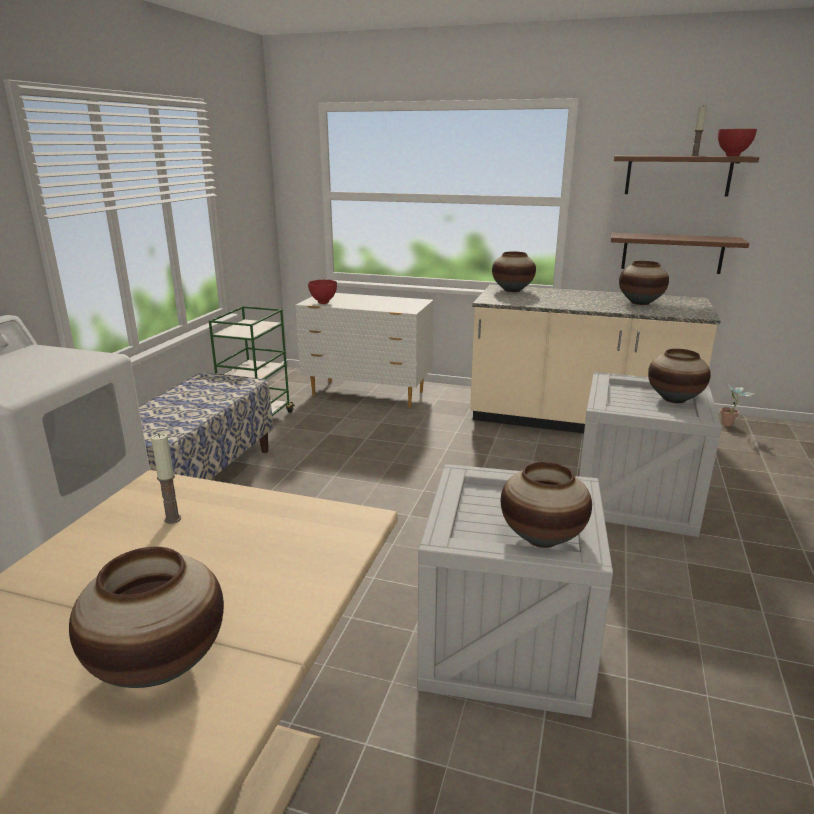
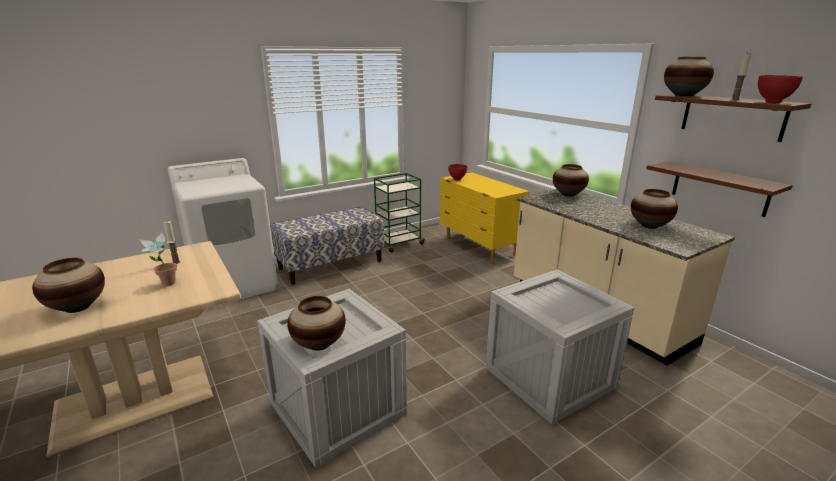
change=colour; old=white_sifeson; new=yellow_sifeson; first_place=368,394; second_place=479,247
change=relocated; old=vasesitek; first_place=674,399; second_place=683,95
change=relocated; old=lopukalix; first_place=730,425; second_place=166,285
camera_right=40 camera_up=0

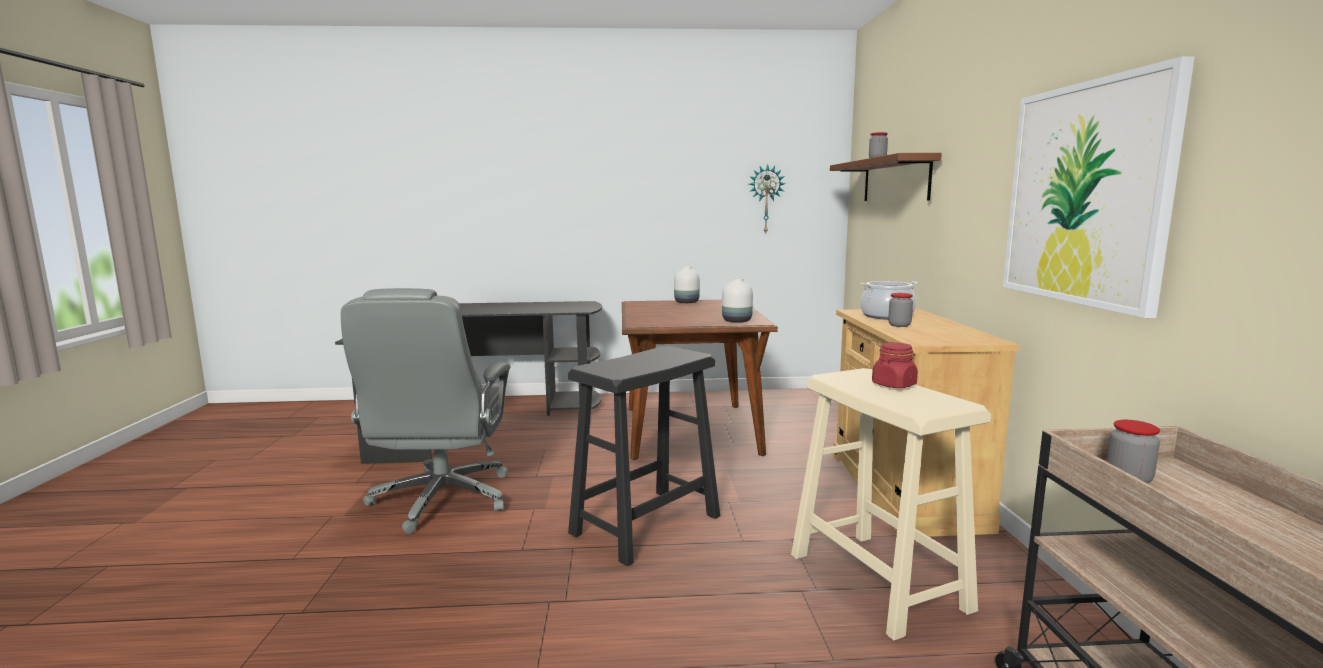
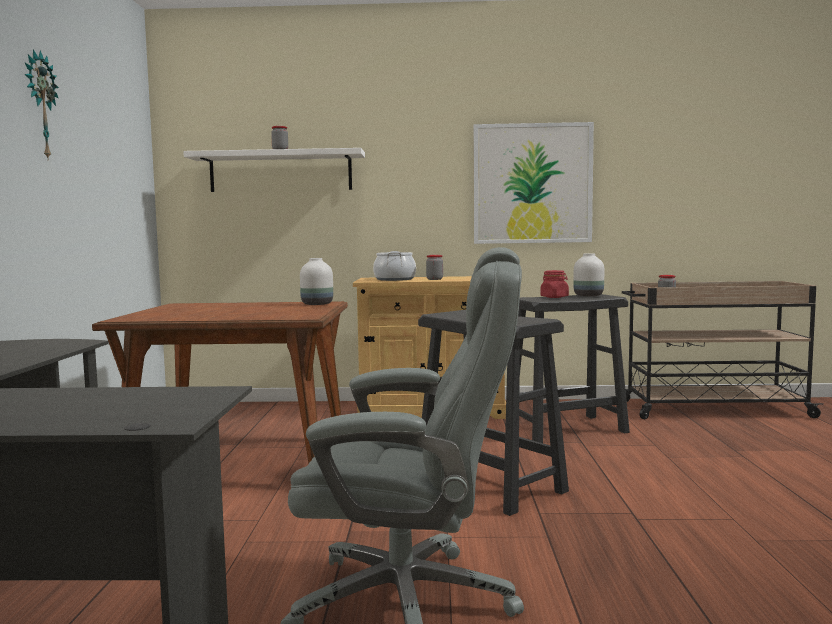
change=colour; old=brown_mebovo; new=white_mebovo; first_place=895,180; second_place=280,172
change=relocated; old=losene; first_place=766,199; second_place=39,105
change=relocated; old=white_vasesitek; first_place=687,302; second_place=588,296
change=colour; old=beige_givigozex; new=black_givigozex; first_place=876,580; second_place=565,429
camera_right=-85 camera_up=-5

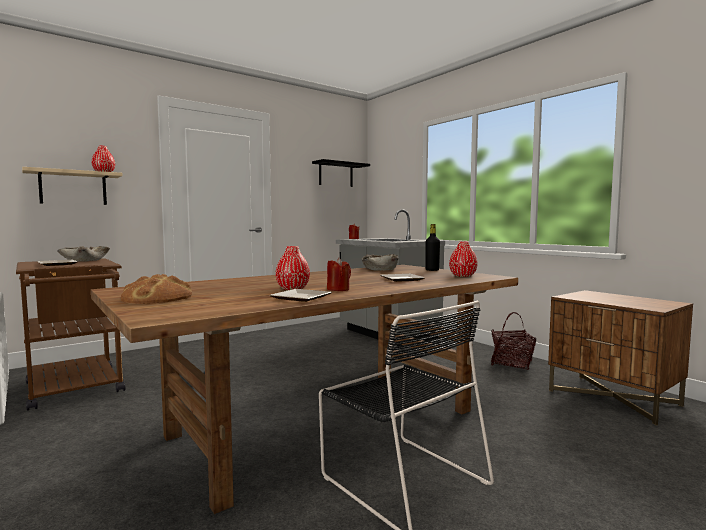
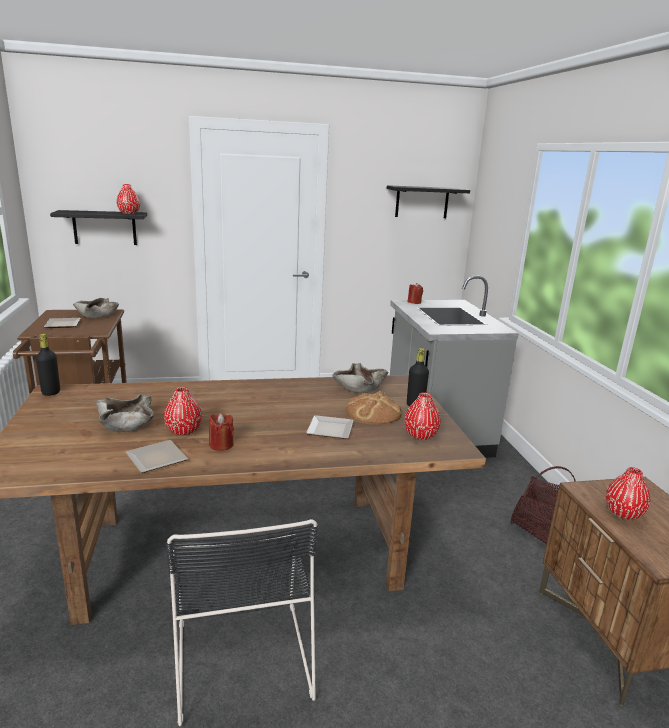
change=colour; old=beige_mebovo; new=black_mebovo; first_place=73,188; second_place=104,227
change=relocated; old=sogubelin; first_place=157,298; second_place=373,412
change=appeared; new=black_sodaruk; second_place=51,392
change=appeared; new=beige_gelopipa; second_place=127,423
change=appeared; new=red_vasesitek; second_place=623,513
camera_right=25 camera_up=15

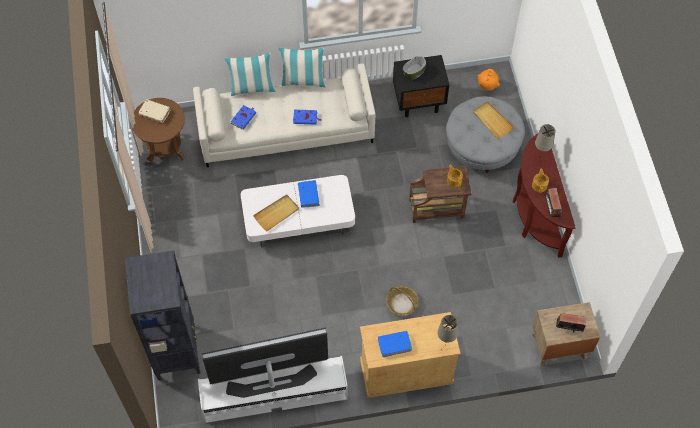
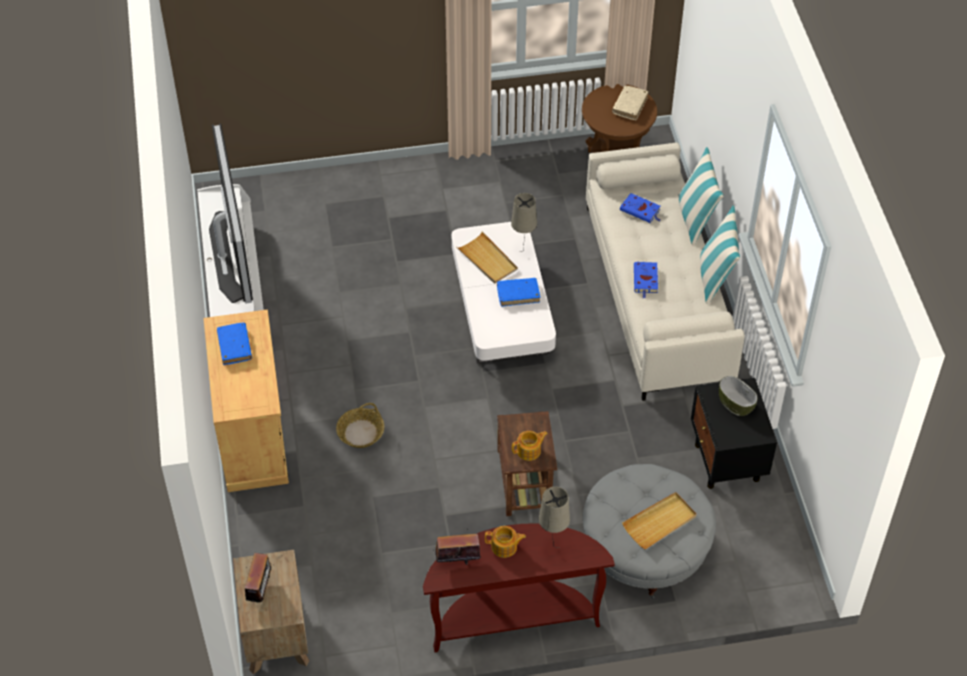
change=missing; old=orange_vasesitek; first_place=487,86
change=missing; old=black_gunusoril; first_place=176,351
change=relocated; old=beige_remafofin; first_place=445,346; second_place=523,255
camera_right=90 camera_up=-10

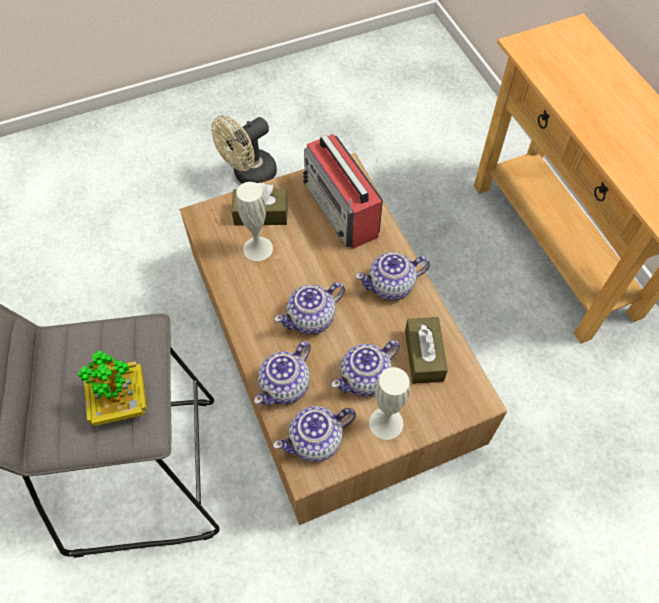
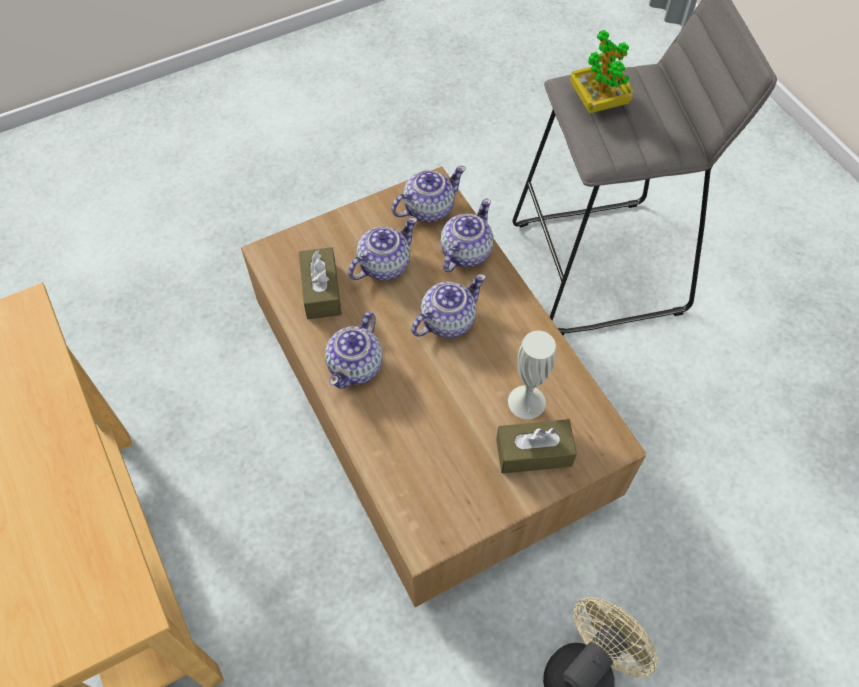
change=missing; old=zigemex; first_place=342,210
change=spun; old=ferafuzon; first_place=391,286; second_place=356,365; degrees=135
change=missing; old=white_vasesitek; first_place=386,423
camera_right=175 camera_up=0

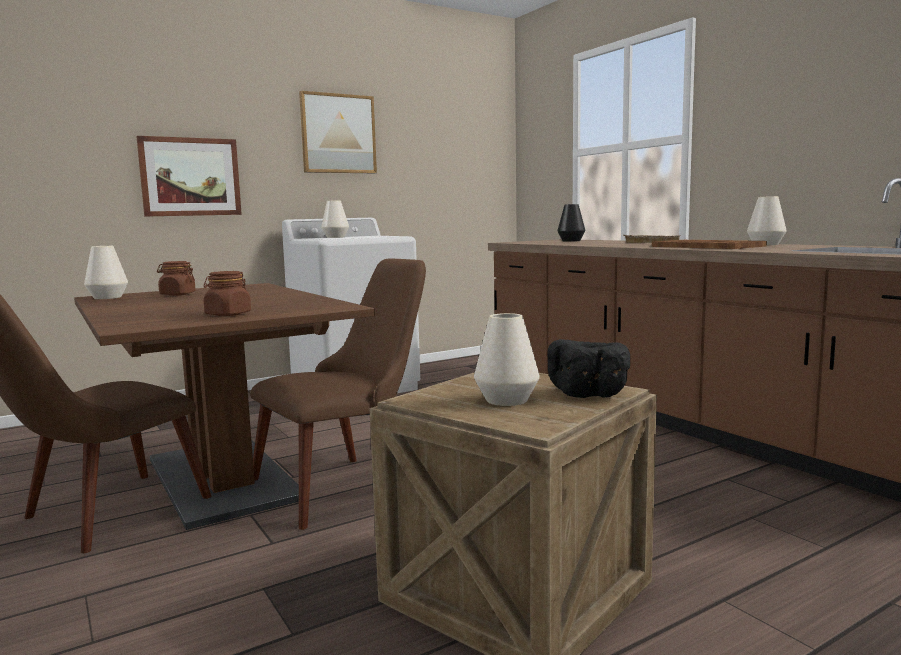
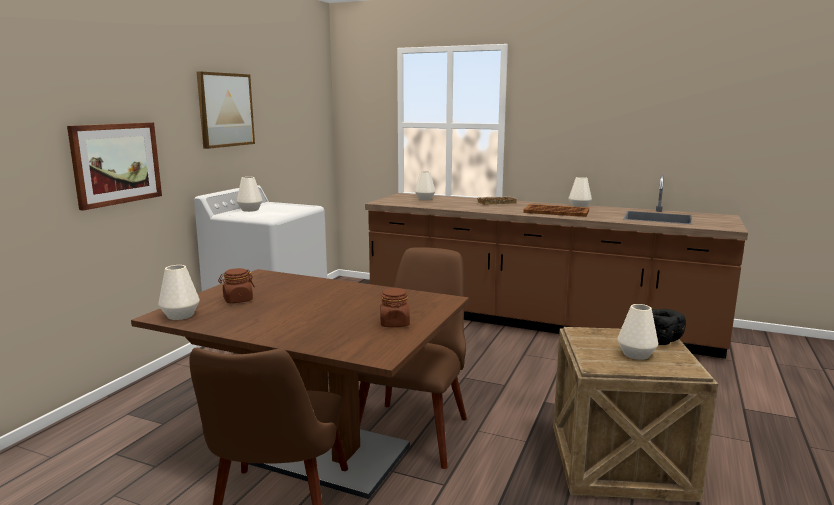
change=colour; old=black_vasesitek; new=white_vasesitek; first_place=571,241; second_place=425,199
camera_right=-35 camera_up=5

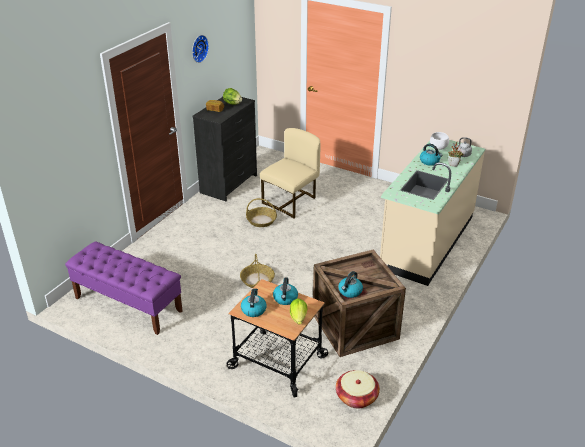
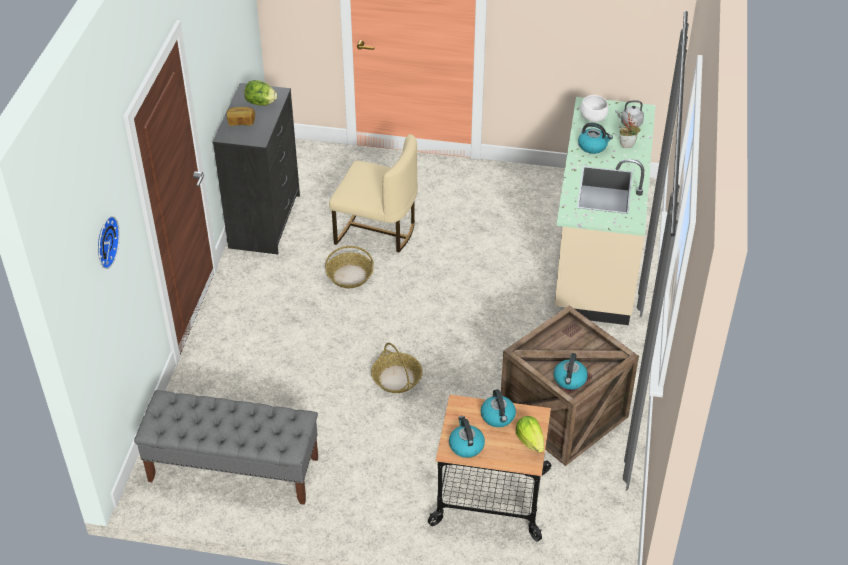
change=relocated; old=losene; first_place=198,48; second_place=104,242
change=spun; old=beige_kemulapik; first_place=291,202; second_place=376,231; degrees=90
change=colour; old=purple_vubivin; new=grey_vubivin; first_place=128,304; second_place=233,469
change=missing; old=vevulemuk; first_place=356,397
camera_right=-20 camera_up=10

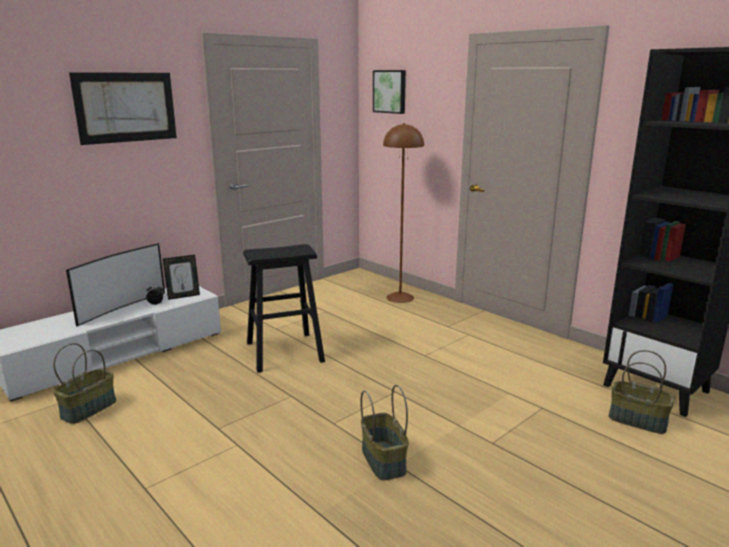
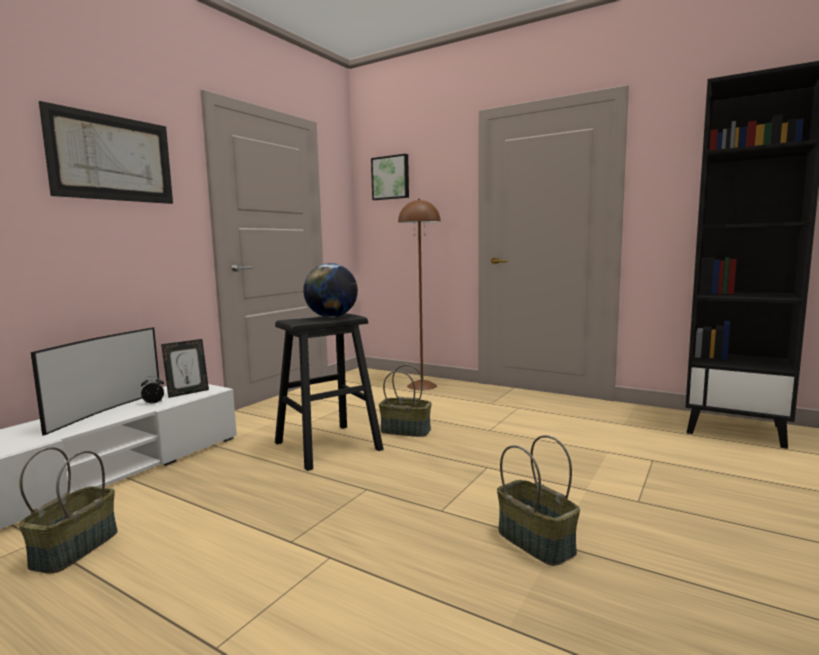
change=relocated; old=vevulemuk; first_place=638,420; second_place=406,430
change=appeared; new=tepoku; second_place=331,317
camera_right=-15 camera_up=-10

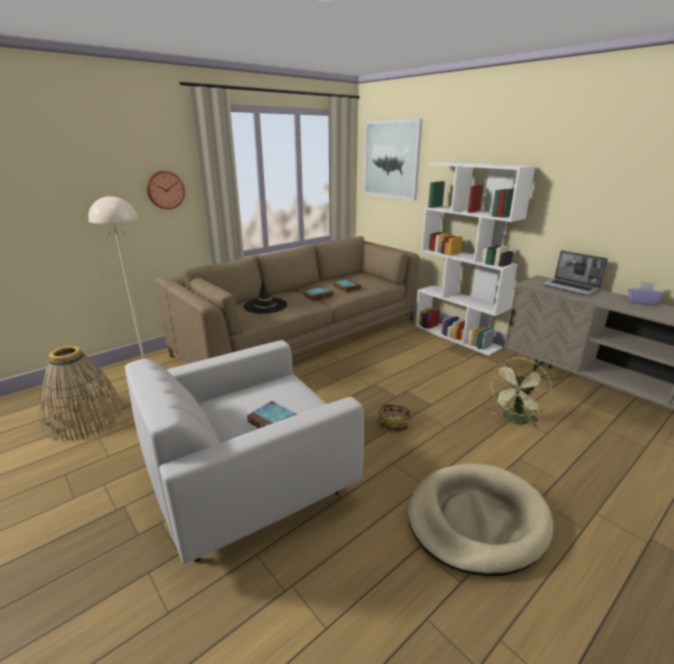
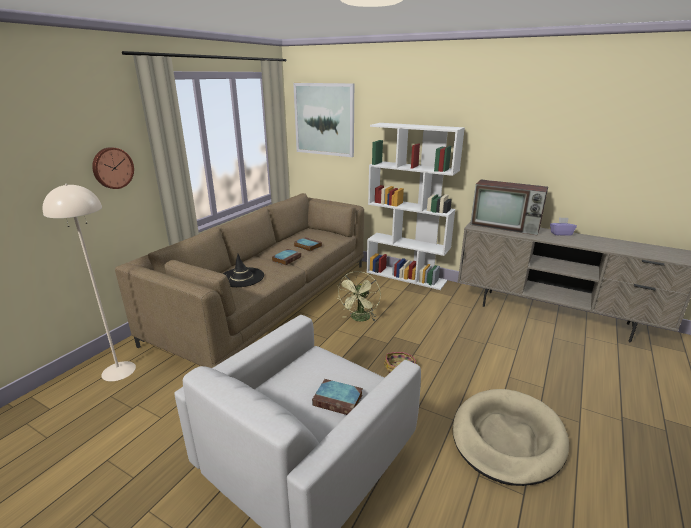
change=exchanged; old=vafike; new=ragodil; first_place=571,288; second_place=506,226
change=missing; old=vevulemuk; first_place=84,418
change=relocated; old=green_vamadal; first_place=515,420; second_place=359,319
camera_right=-20 camera_up=0

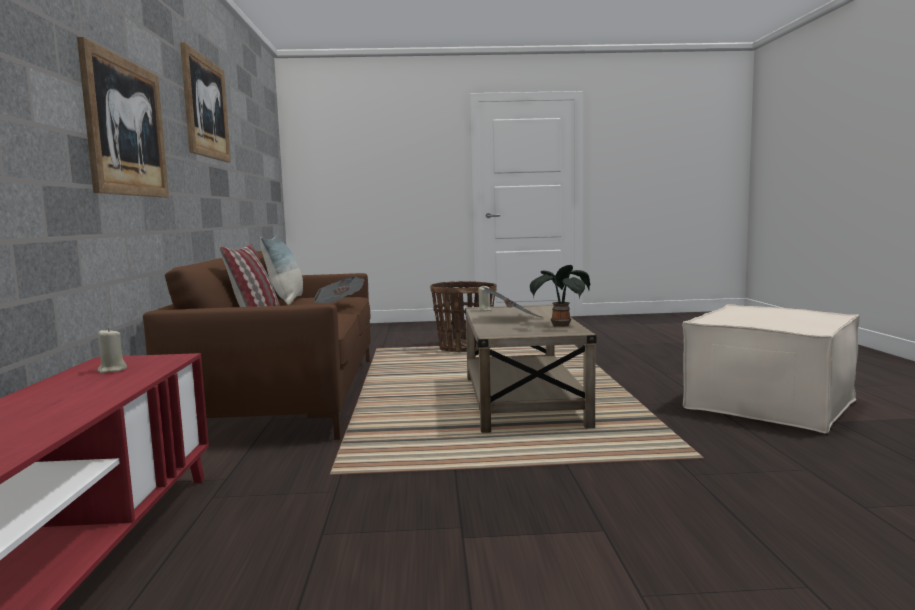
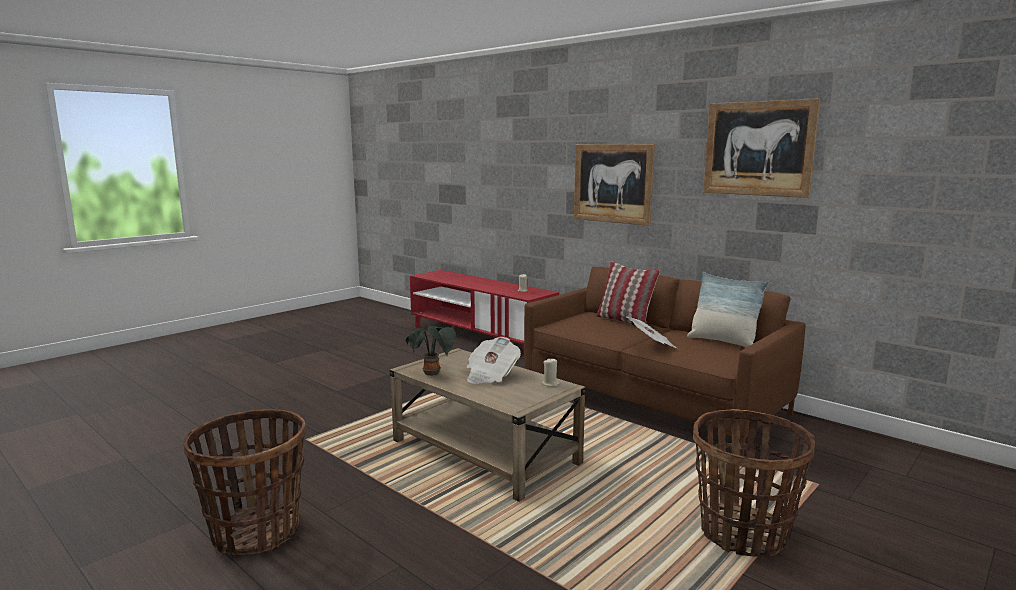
change=exchanged; old=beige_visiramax; new=vevulemuk; first_place=769,404; second_place=256,531
camera_right=135 camera_up=5

